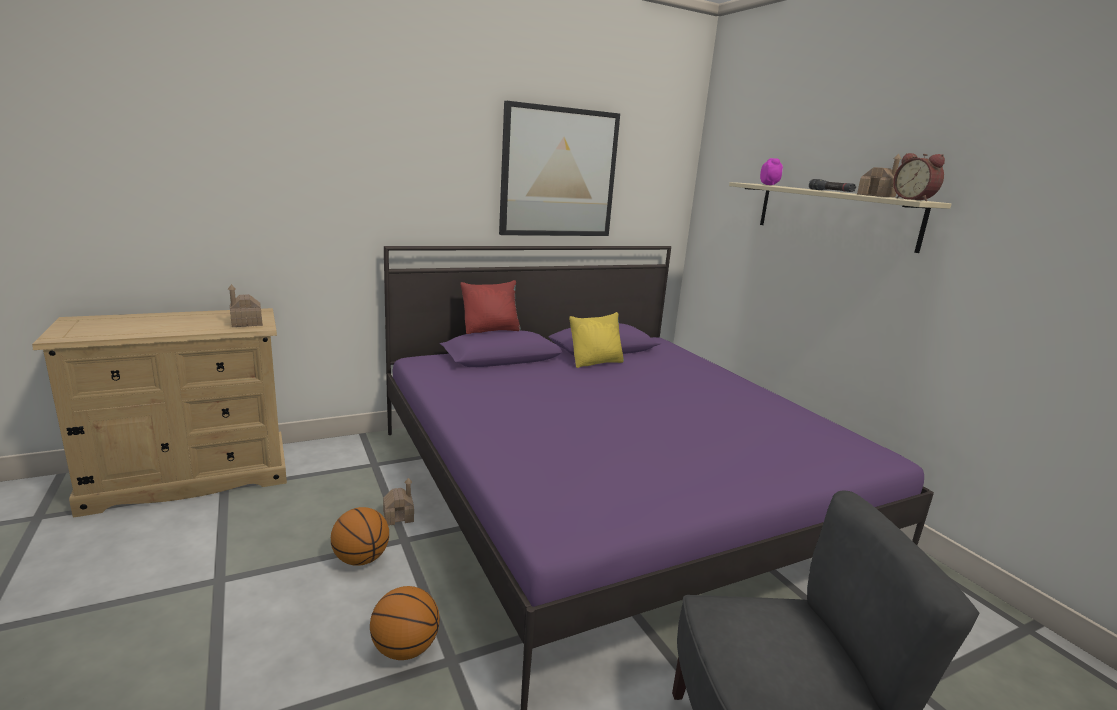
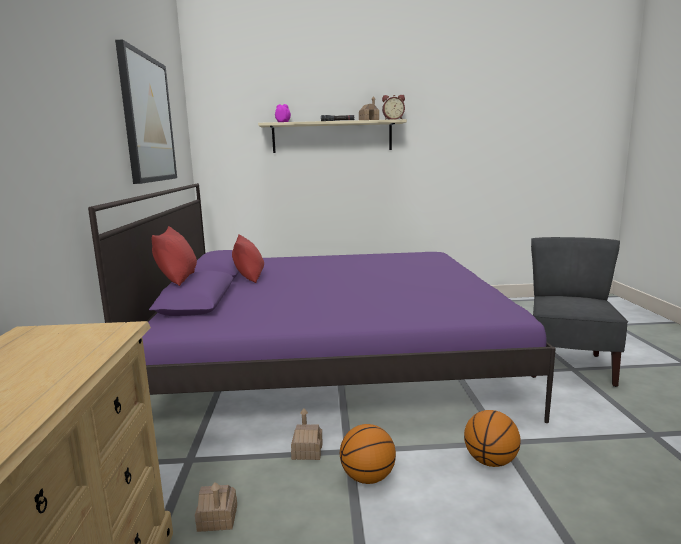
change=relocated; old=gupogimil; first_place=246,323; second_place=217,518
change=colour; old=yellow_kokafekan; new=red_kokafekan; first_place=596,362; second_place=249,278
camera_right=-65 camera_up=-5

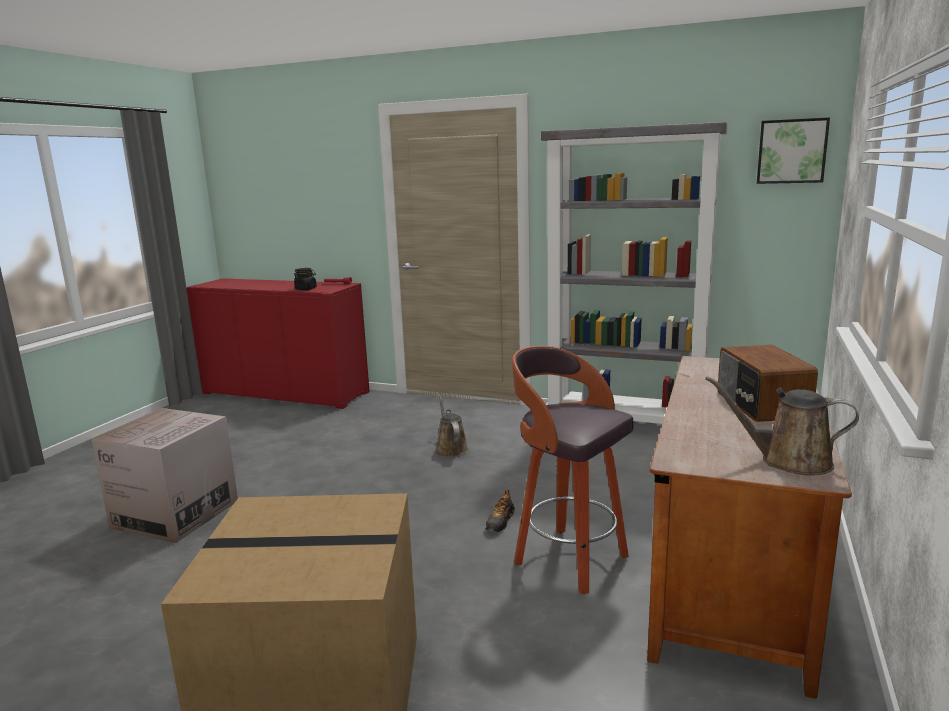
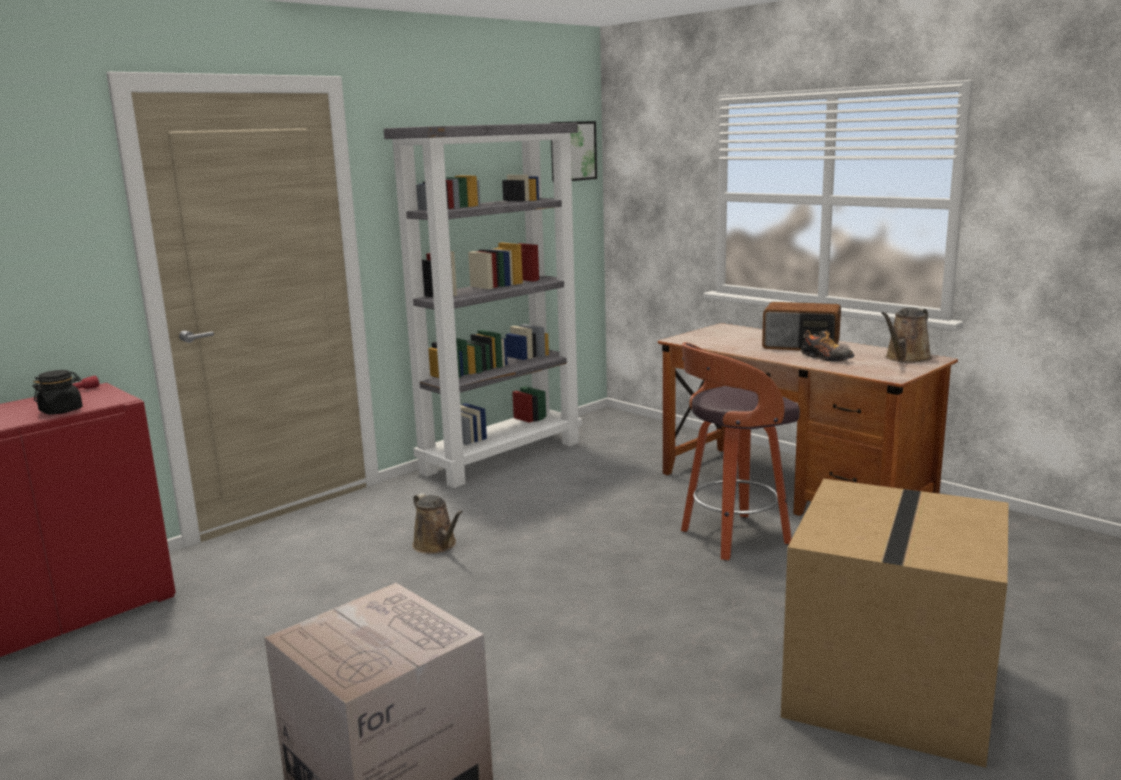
change=spun; old=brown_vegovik; first_place=450,449; second_place=437,545; degrees=-135
change=relocated; old=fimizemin; first_place=500,522; second_place=826,358
camera_right=-65 camera_up=0

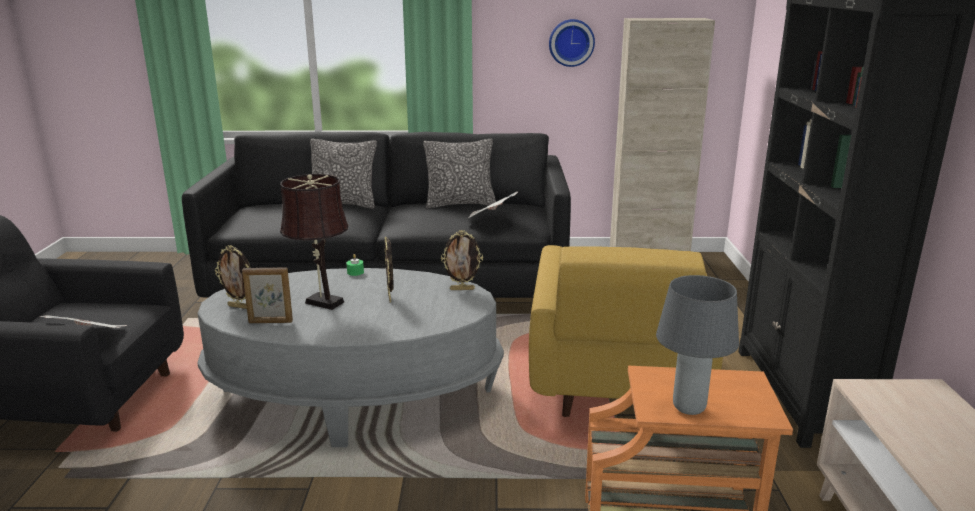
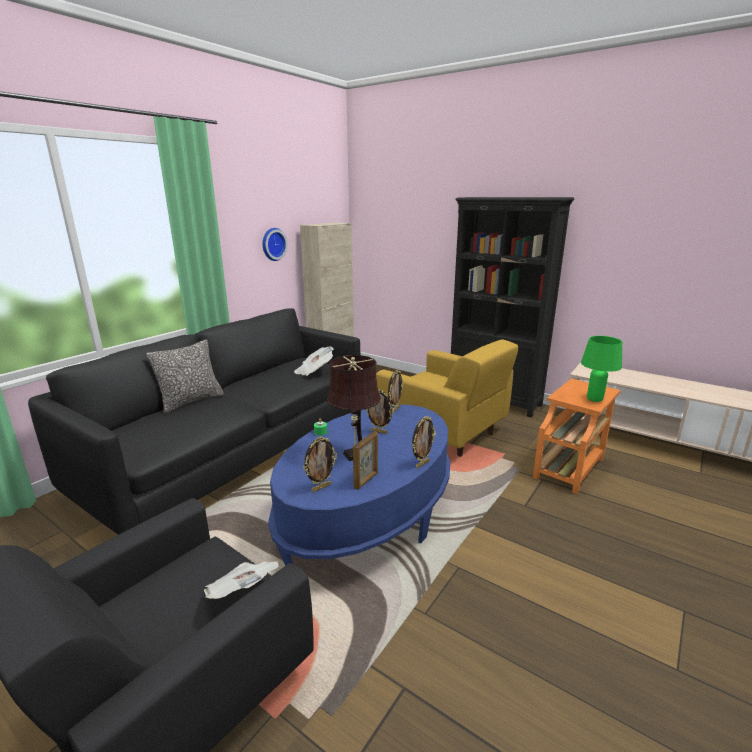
change=missing; old=kokafekan; first_place=460,204
change=colour; old=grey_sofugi; new=blue_sofugi; first_place=356,396; second_place=368,515
change=colour; old=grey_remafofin; new=green_remafofin; first_place=688,407; second_place=594,399
change=appeared; new=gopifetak; second_place=422,464
camera_right=-55 camera_up=0

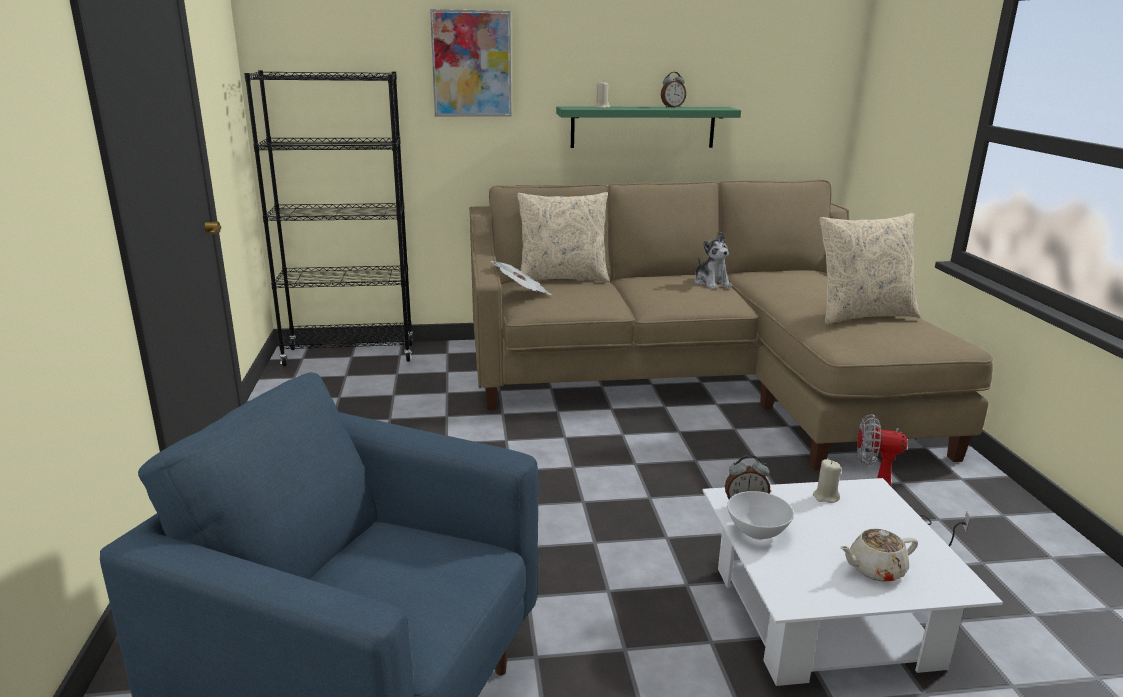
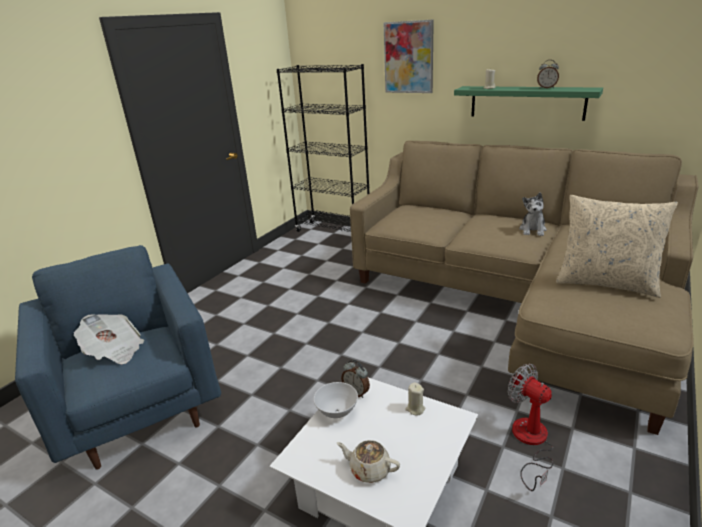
change=missing; old=beige_kokafekan; first_place=562,278
change=relocated; old=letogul; first_place=522,293; second_place=114,351
camera_right=40 camera_up=5

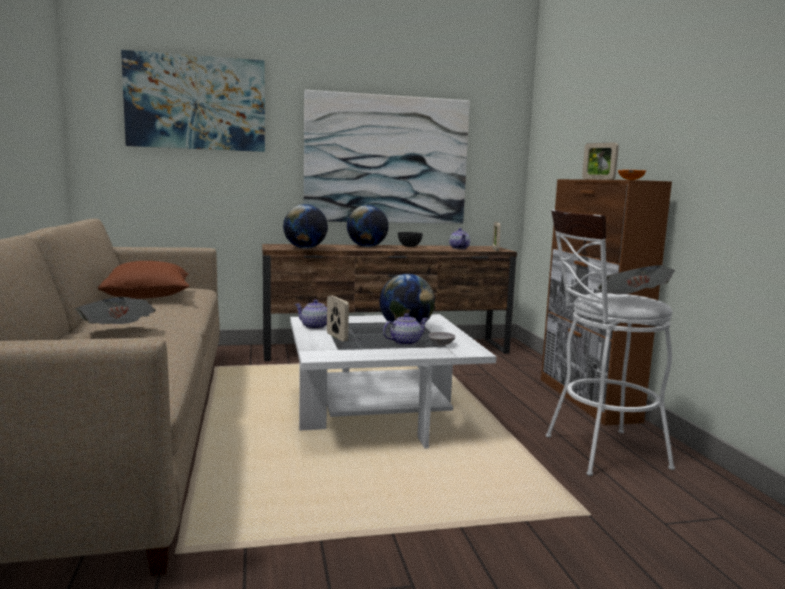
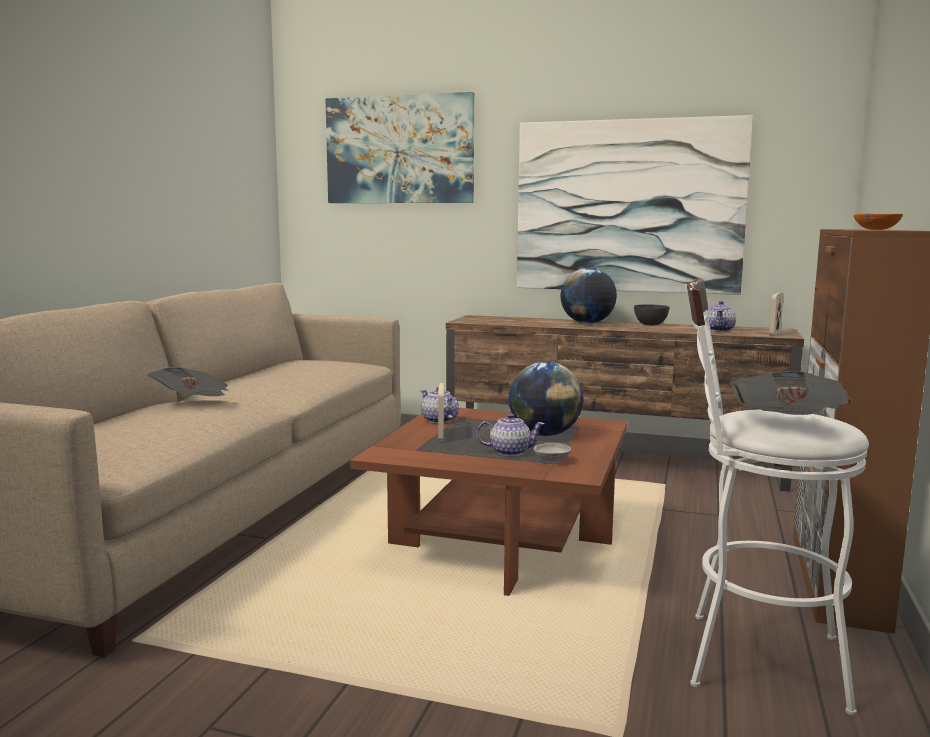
change=missing; old=gopifetak; first_place=598,179
change=missing; old=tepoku; first_place=305,248
change=missing; old=brown_kokafekan; first_place=148,297
change=colour; old=white_sofugi; new=brown_sofugi; first_place=380,416; second_place=500,544
camera_right=30 camera_up=0

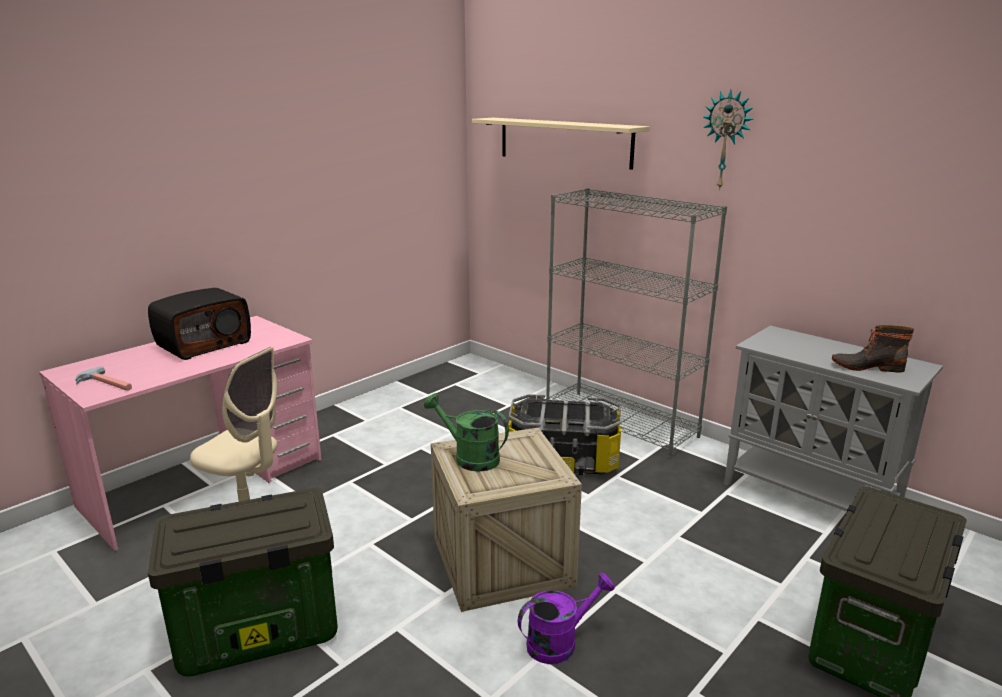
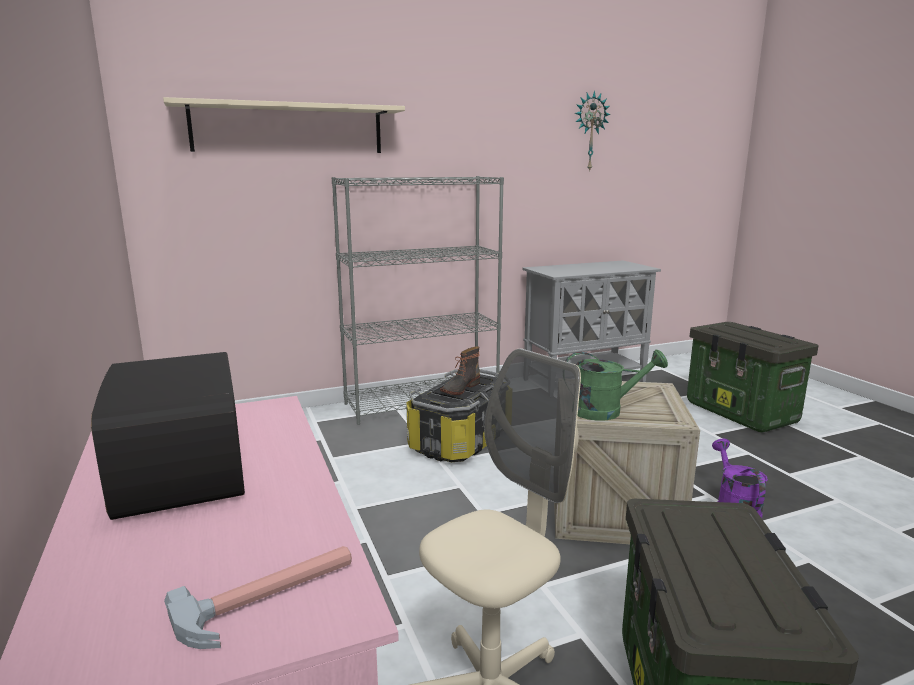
change=relocated; old=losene; first_place=727,140; second_place=589,132
change=relocated; old=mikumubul; first_place=866,366; second_place=459,388
change=spun; old=green_vegovik; first_place=469,457; second_place=605,411; degrees=-150
camera_right=-65 camera_up=-5

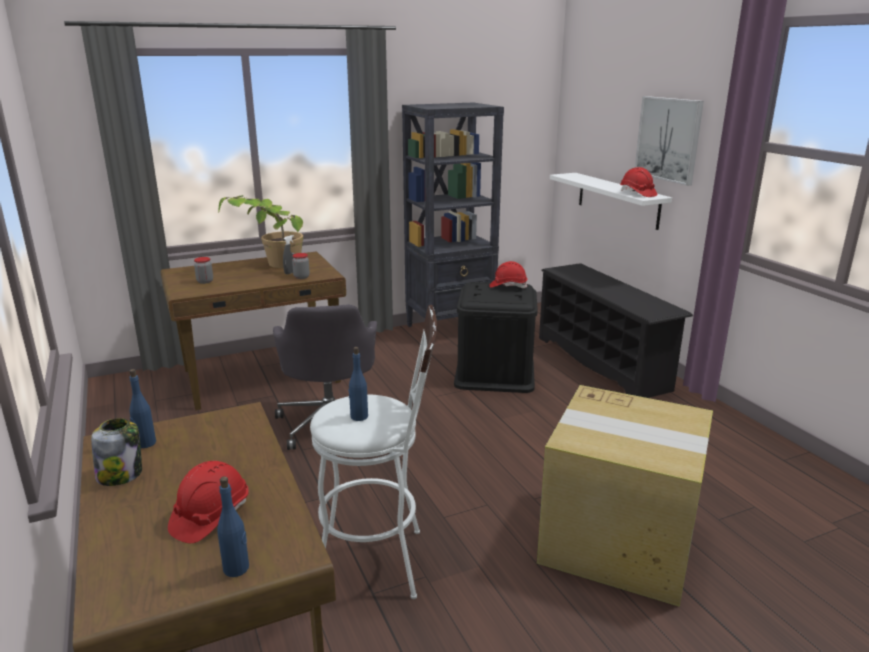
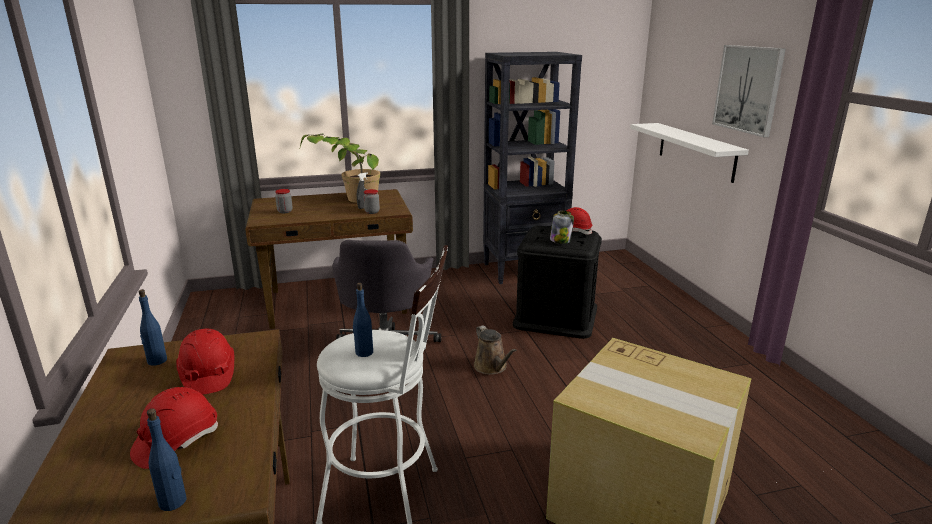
change=relocated; old=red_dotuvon; first_place=637,194; second_place=208,375
change=missing; old=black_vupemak; first_place=603,363
change=relocated; old=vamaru; first_place=121,474; second_place=560,240
change=appeared; new=brown_vegovik; second_place=492,367
camera_right=10 camera_up=0

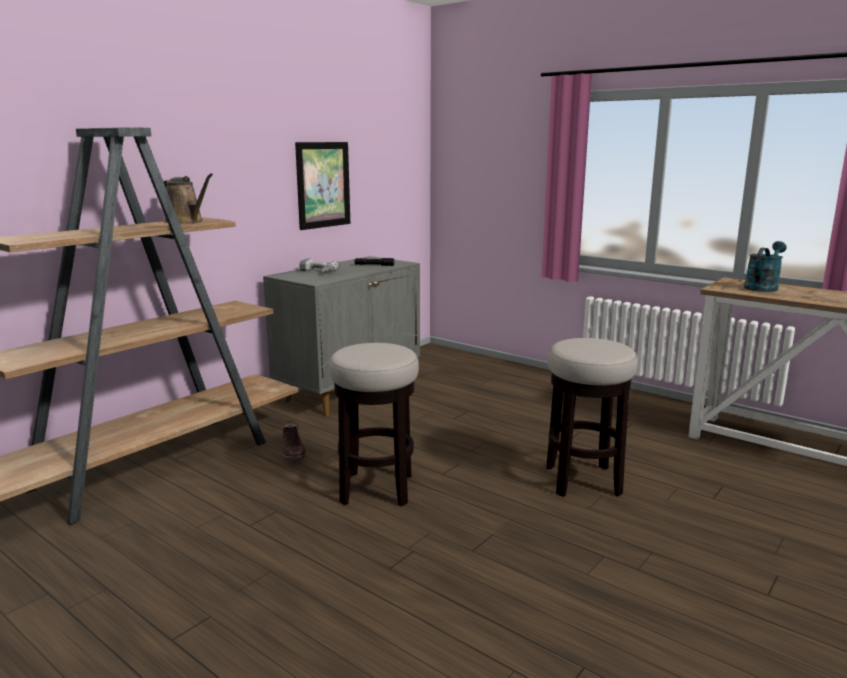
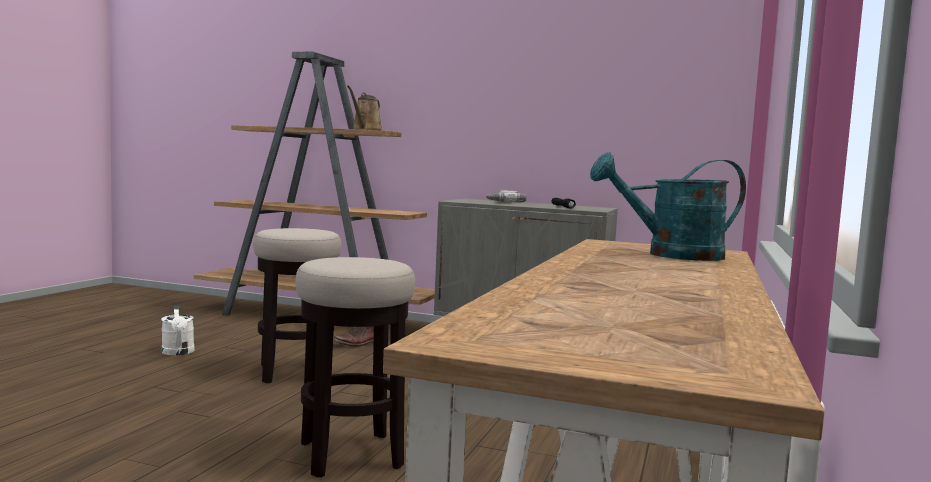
change=missing; old=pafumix; first_place=323,185
change=spun; old=turquoise_vegovik; first_place=762,287; second_place=671,255; degrees=150
change=appeared; new=white_vegovik; second_place=178,352
camera_right=70 camera_up=-10

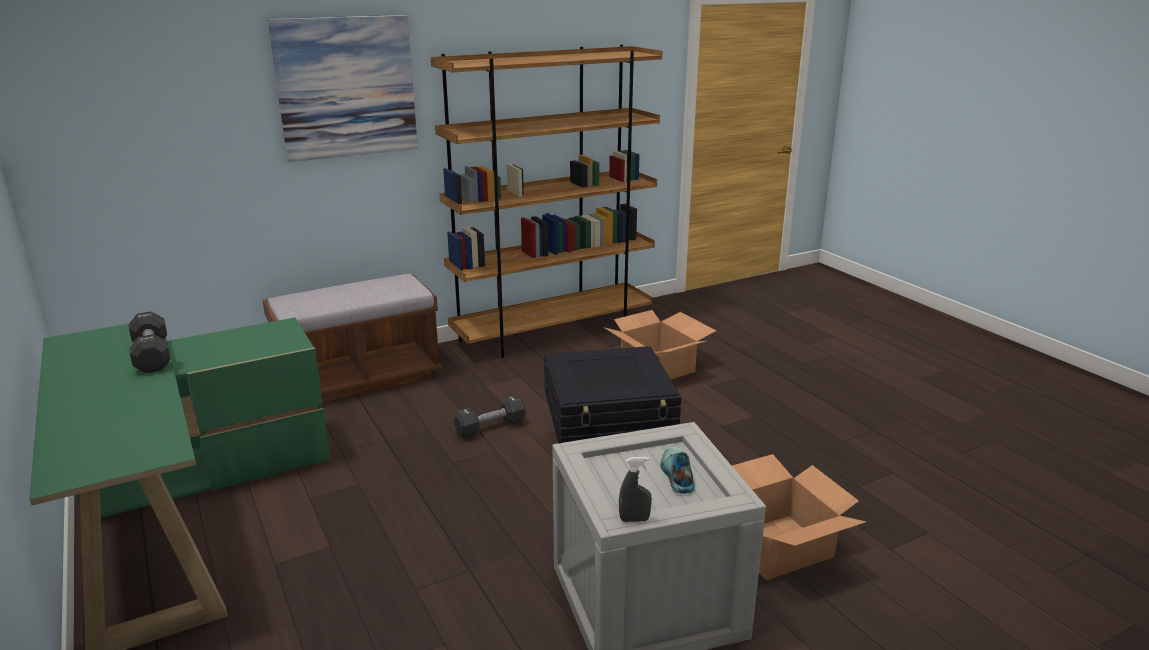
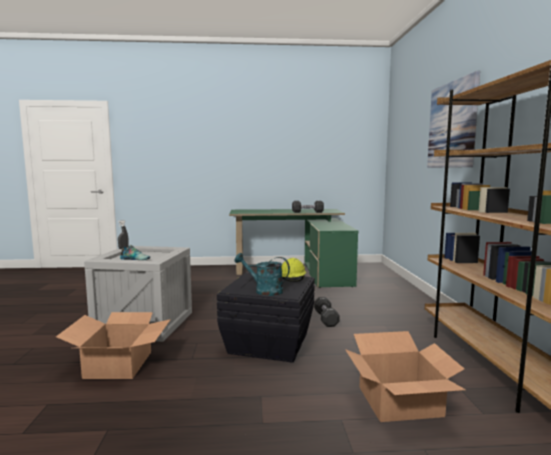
change=missing; old=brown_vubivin; first_place=359,379
change=appeared; new=turquoise_vegovik; second_place=264,291
change=appeared; new=yellow_dotuvon; second_place=291,281
camera_right=115 camera_up=-15

